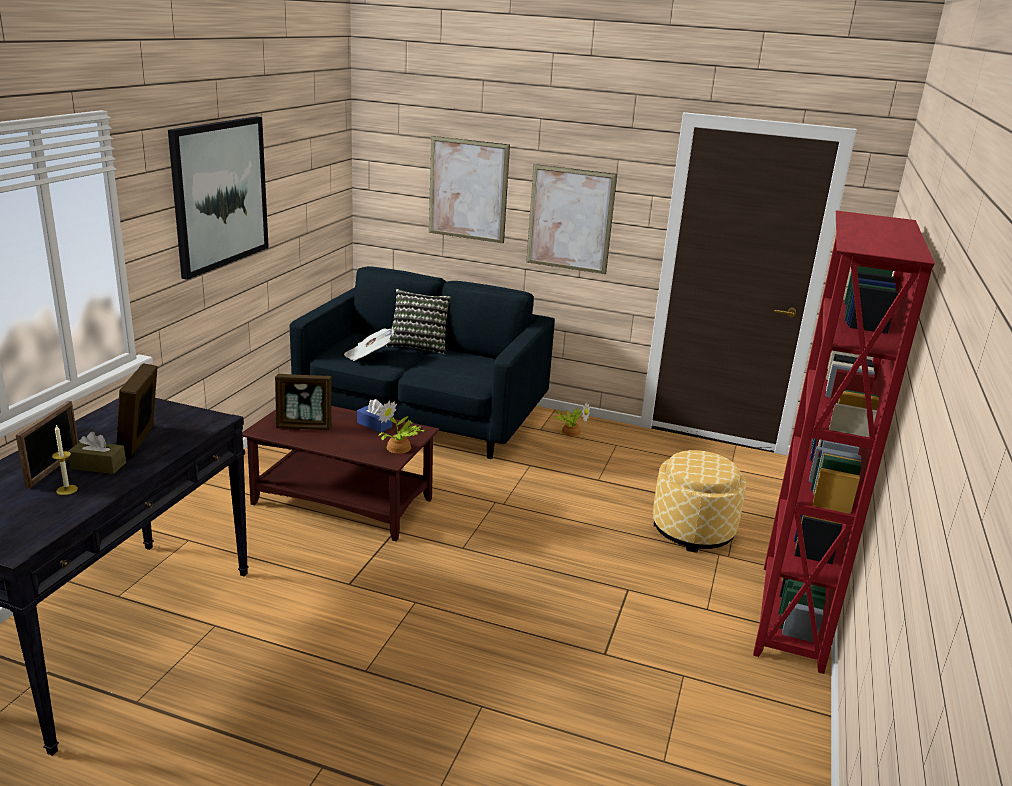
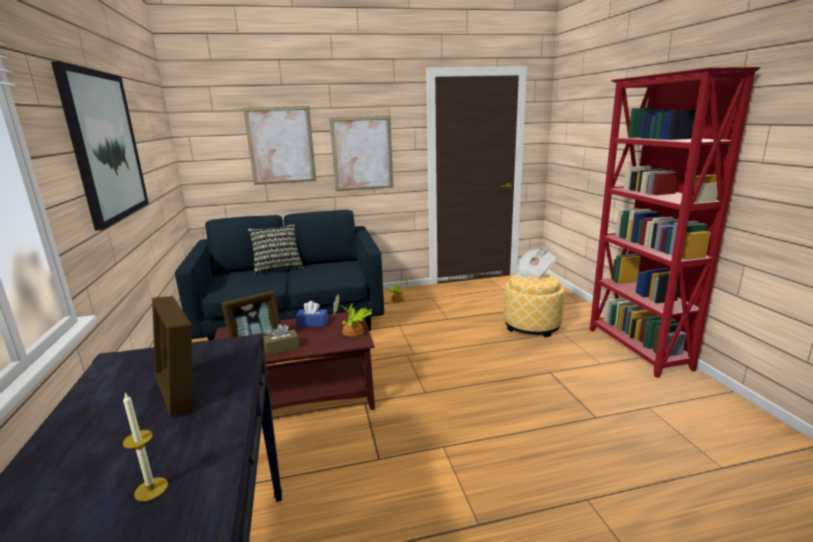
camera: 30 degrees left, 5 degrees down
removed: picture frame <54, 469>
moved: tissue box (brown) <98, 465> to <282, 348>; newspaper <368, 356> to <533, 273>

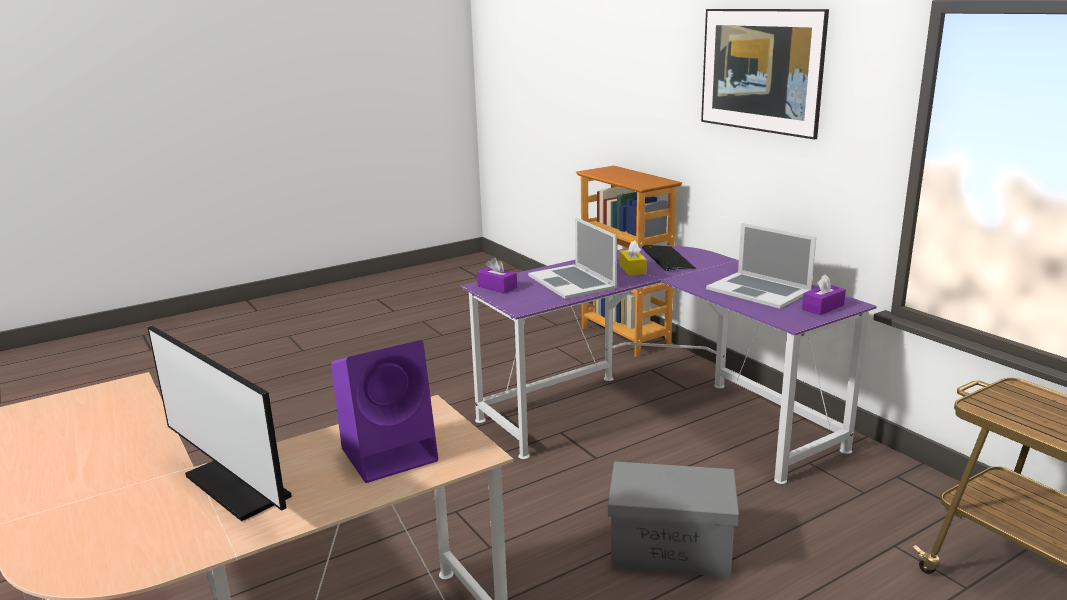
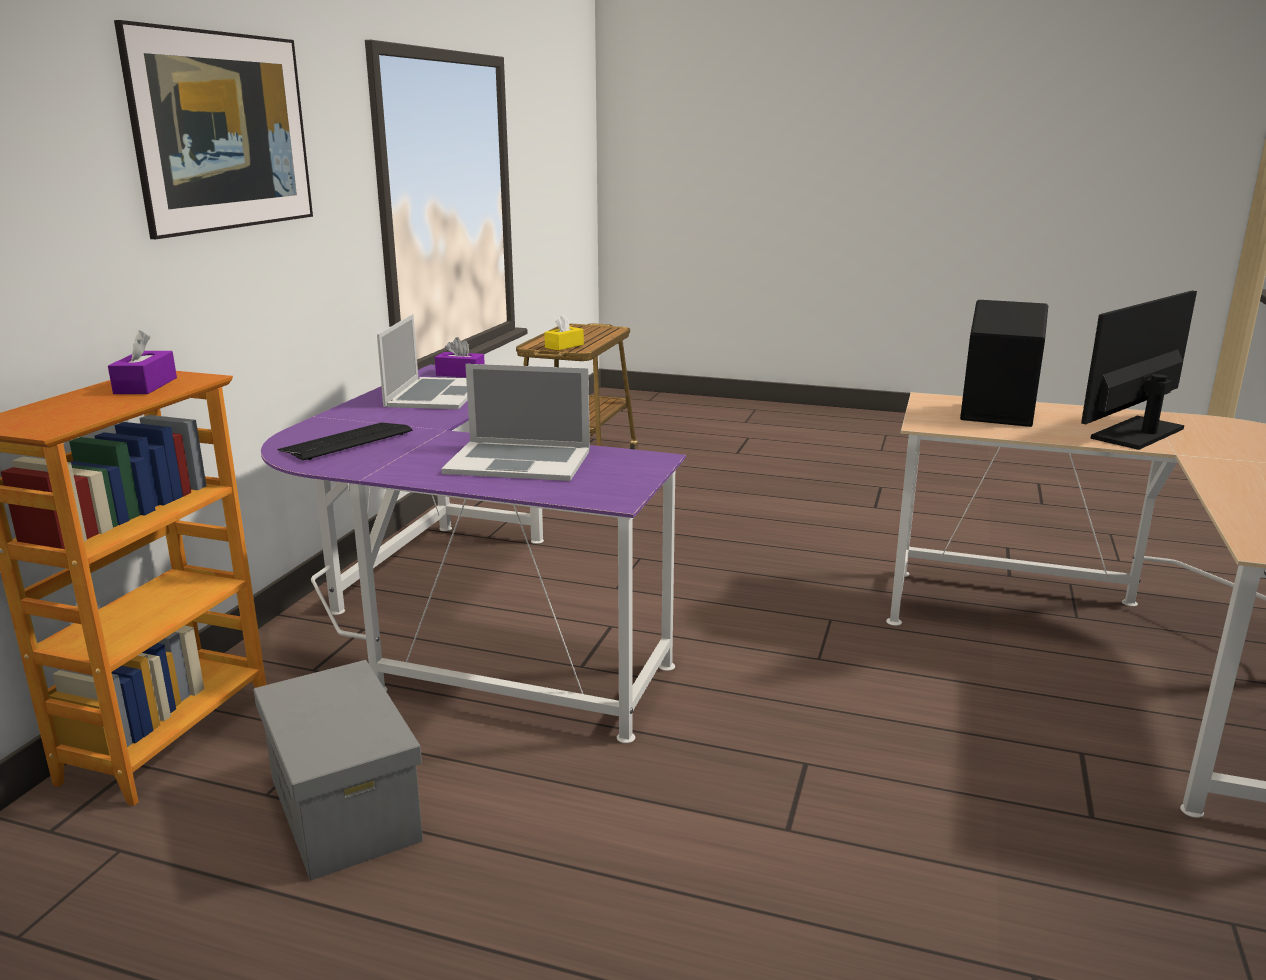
camera: 130 degrees left, 0 degrees up
moved: tissue box (purple) <497, 287> to <145, 386>; storage box (grey) <672, 548> to <342, 808>; tissue box (yellow) <632, 269> to <564, 346>
recoloured: speaker (purple) <391, 454> to speaker (black) <994, 414>
turned: laptop <572, 282> = <518, 461> 75 degrees clockwise; monitor <237, 486> = <1137, 433> 135 degrees counterclockwise

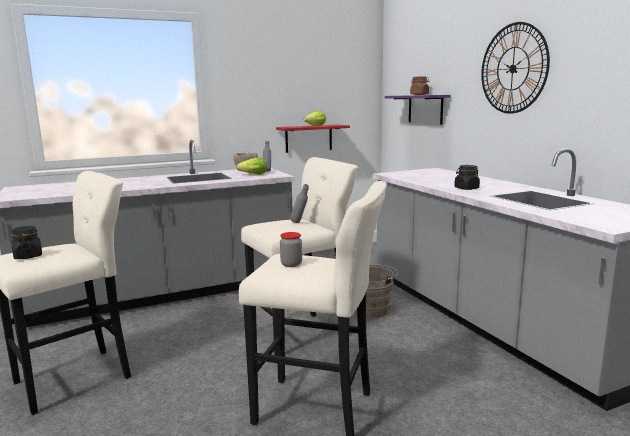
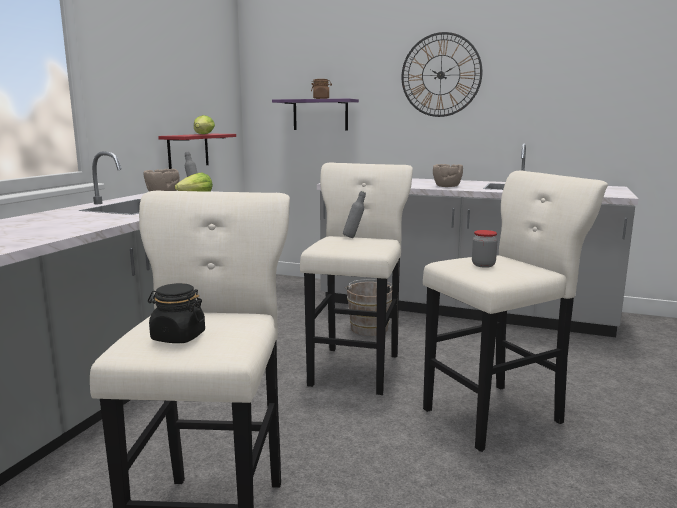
camera: 45 degrees left, 0 degrees up
replaced: jar (black) <466, 188> to bowl (brown) <446, 186>

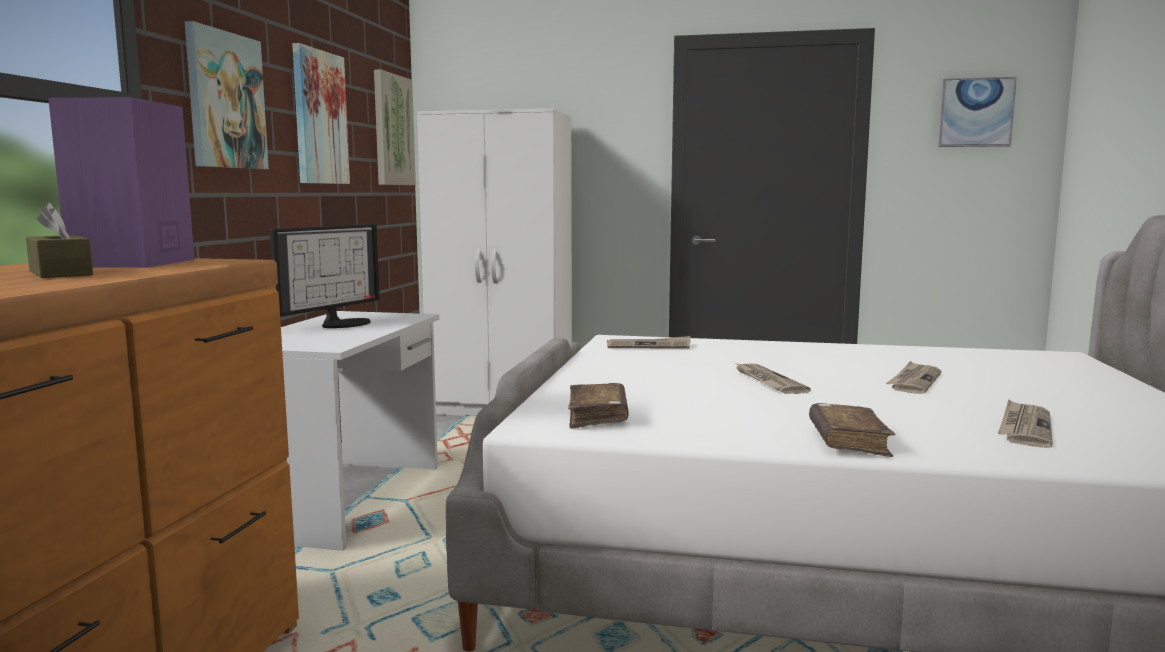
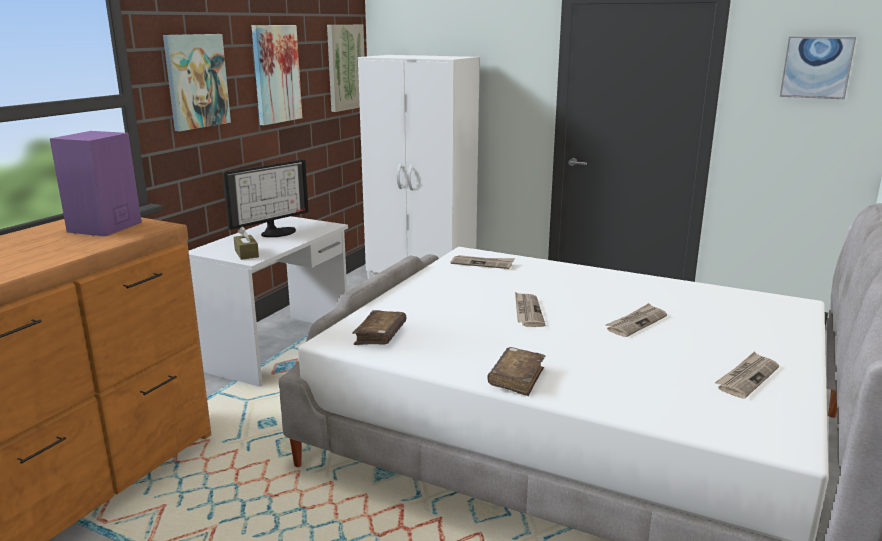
camera: 15 degrees right, 10 degrees up
moved: tissue box (brown) <60, 273> to <246, 253>; newspaper <1024, 427> to <747, 377>

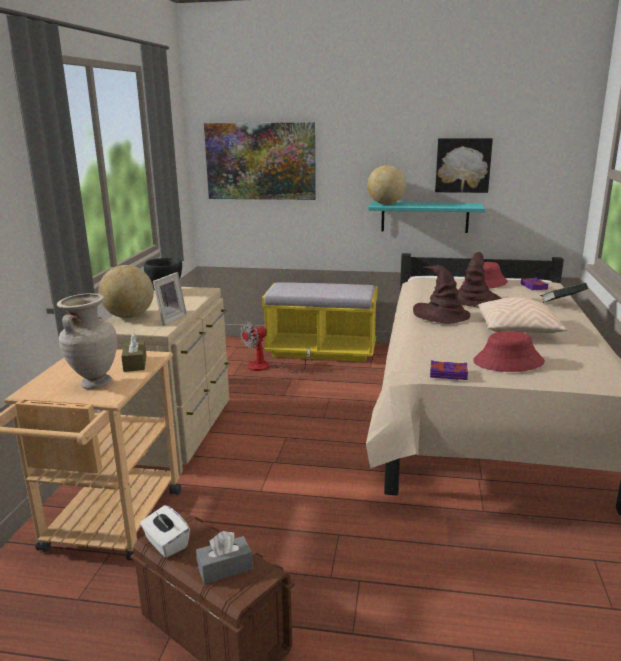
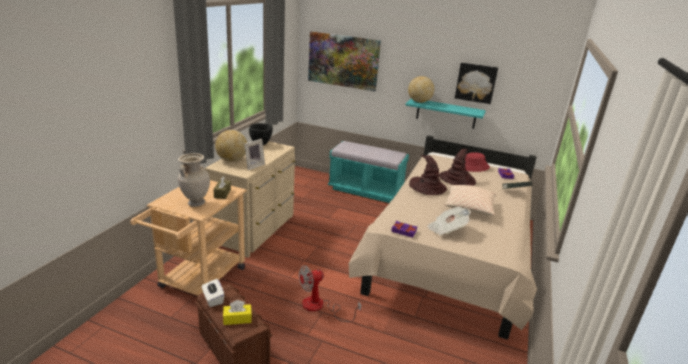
camera: 10 degrees right, 5 degrees up
moved: fan <266, 367> to <320, 307>
replaced: hat (red) <508, 362> to newspaper <446, 229>
recoloured: tissue box (grey) <225, 568> to tissue box (yellow) <237, 319>; bench (yellow) <321, 351> to bench (turquoise) <365, 190>

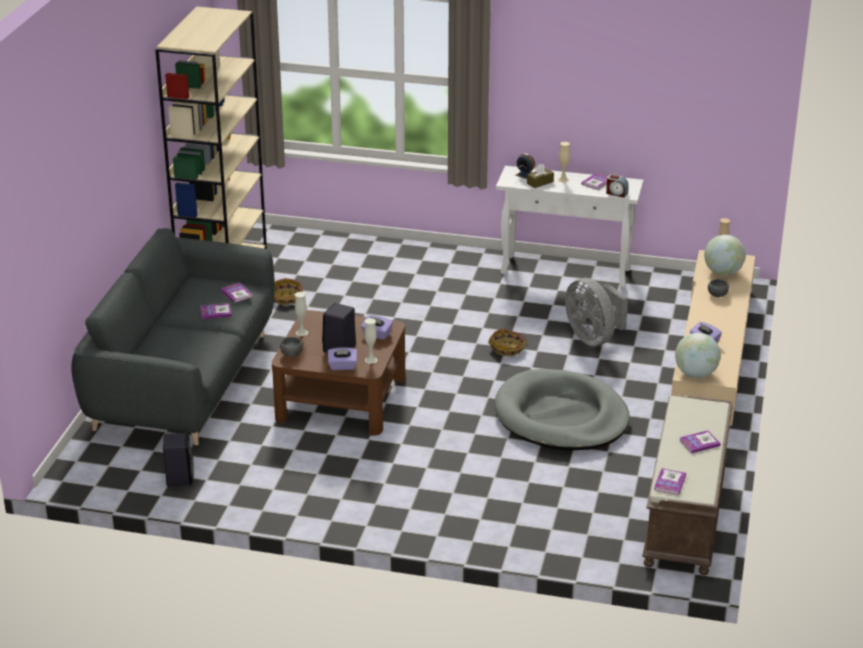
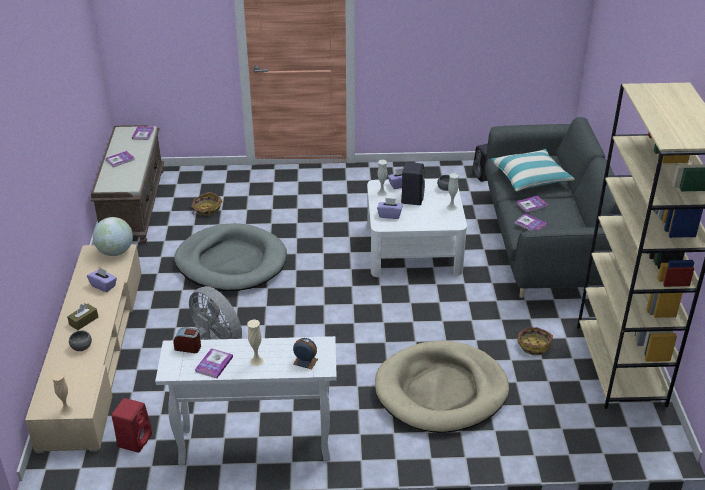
camera: 165 degrees right, 5 degrees up
removed: globe <723, 272>
added: speaker (red) <135, 439>; dog bed (beige) <441, 391>; pillow <530, 178>
moved: tissue box (brown) <540, 182> to <83, 321>; basket <508, 348> to <206, 209>
recoloured: coffee table (brown) <340, 398> to coffee table (white) <414, 249>

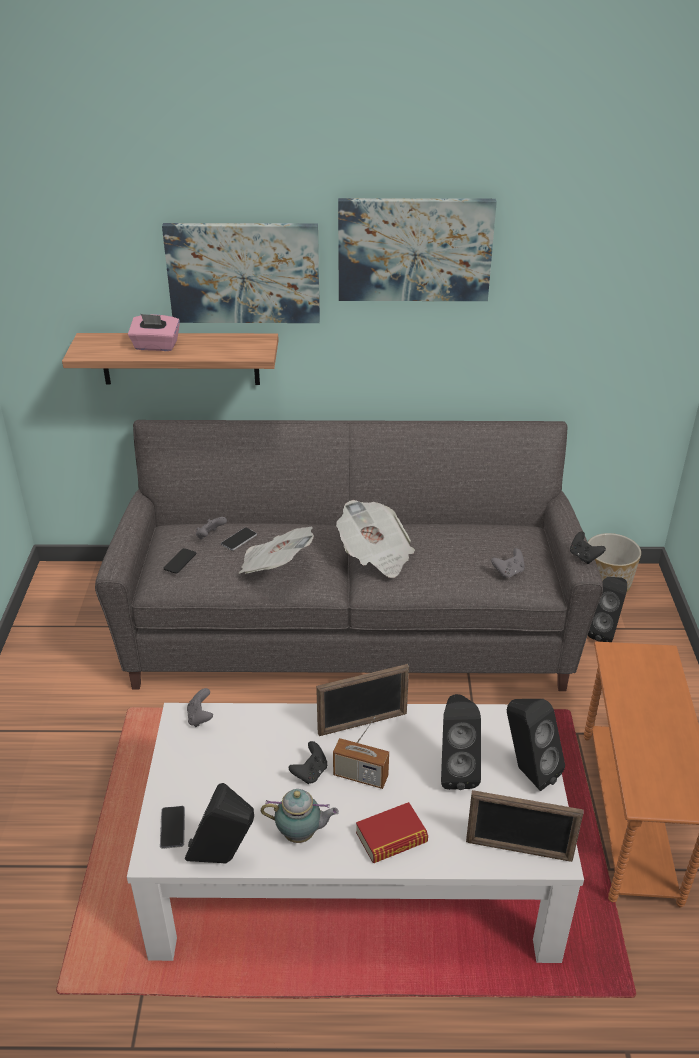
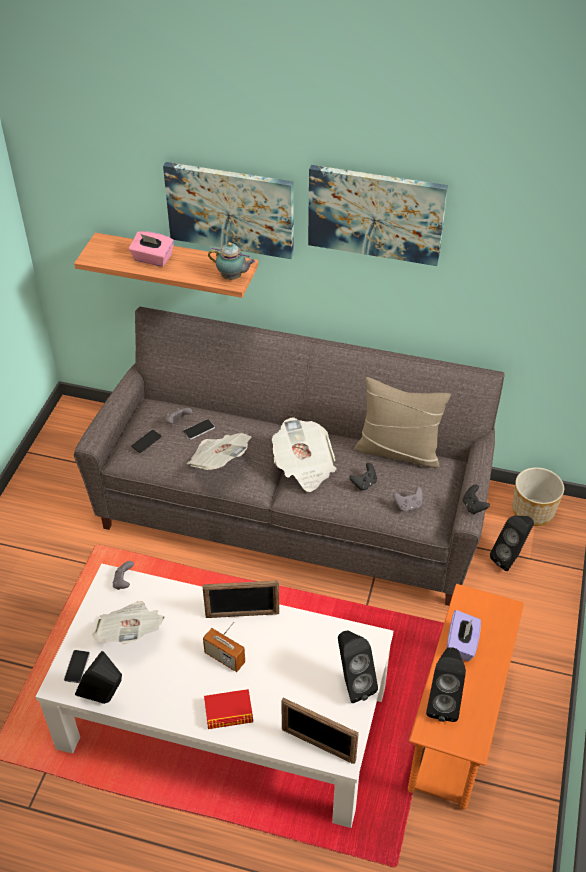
camera: 15 degrees right, 10 degrees up
added: newspaper <131, 633>; pillow (beige) <398, 451>; tissue box (purple) <461, 644>
moved: teapot <301, 834> to <232, 278>; game controller (black) <310, 773> to <364, 483>; speaker (black) <455, 770> to <443, 702>

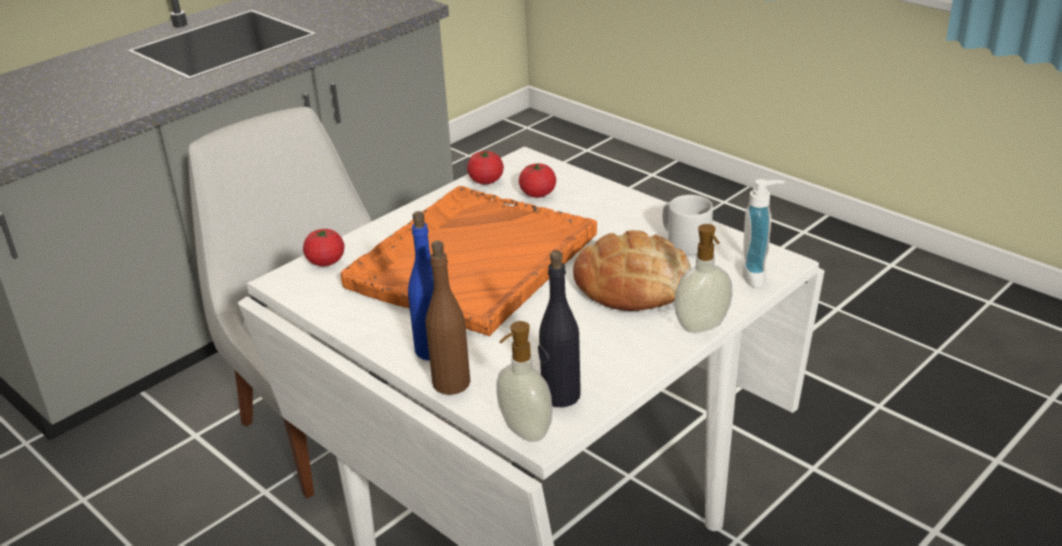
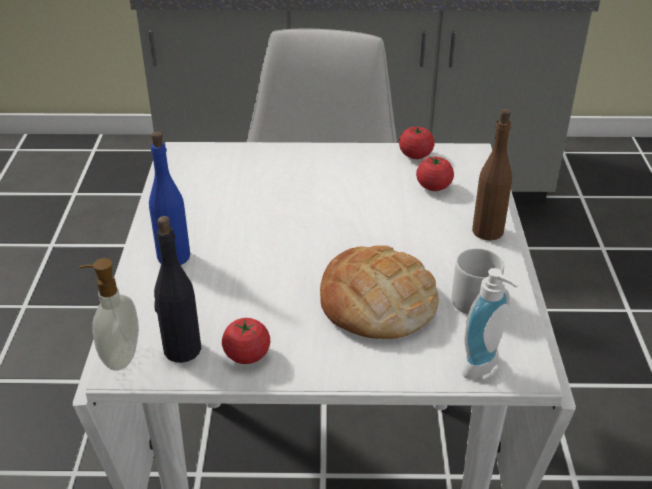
camera: 45 degrees right, 5 degrees up
removed: tray (orange) <471, 261>; soap dispenser <703, 326>
moved: tomato <326, 262> to <247, 355>; bottle (brown) <451, 383> to <487, 231>

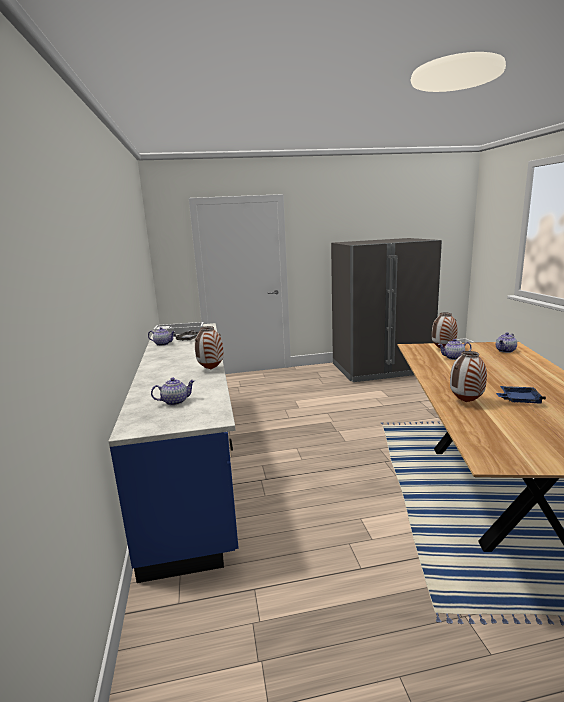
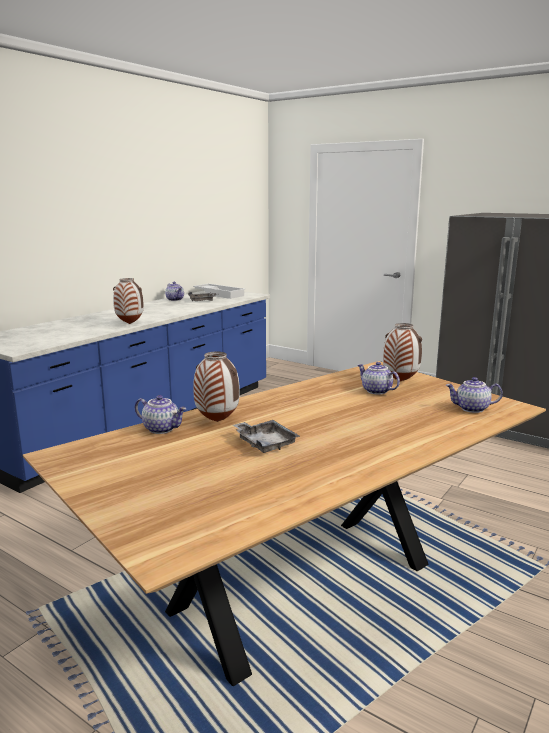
camera: 45 degrees right, 0 degrees up
moved: teapot <175, 401> to <162, 429>
recoloured: tray (blue) <518, 400> to tray (grey) <265, 443>

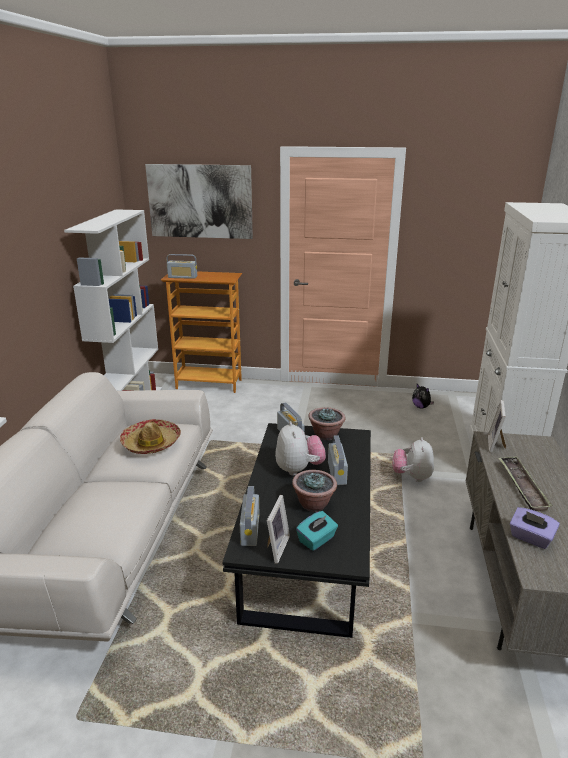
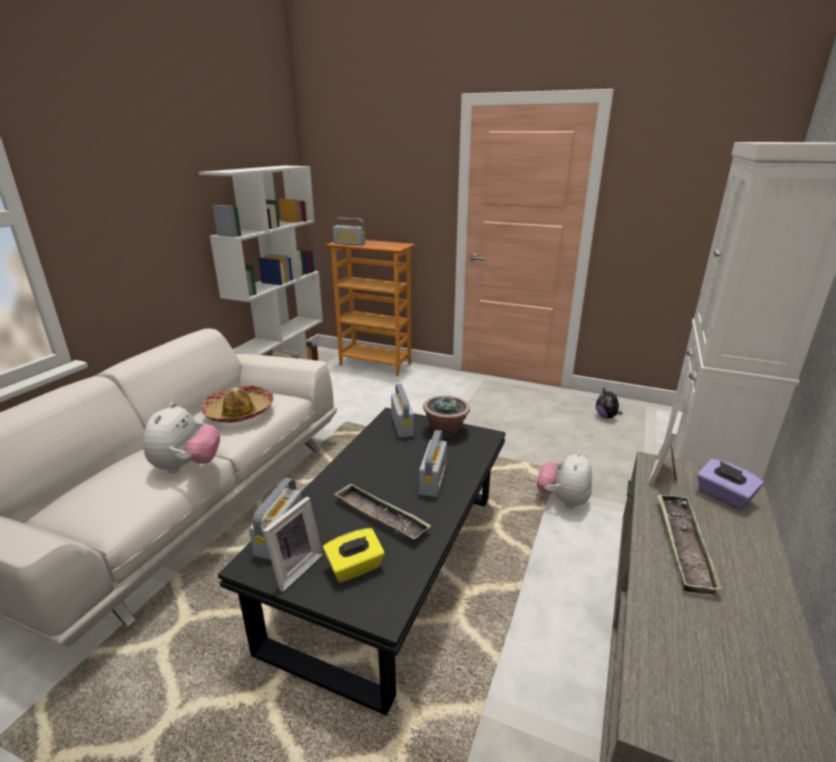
camera: 15 degrees right, 0 degrees up
removed: picture <200, 201>
moved: plush toy <299, 469> to <187, 466>; tissue box (purple) <530, 538> to <723, 496>
replaced: potted plant <314, 504> to tray <380, 516>
recoloured: tissue box (turquoise) <317, 540> to tissue box (yellow) <355, 568>

